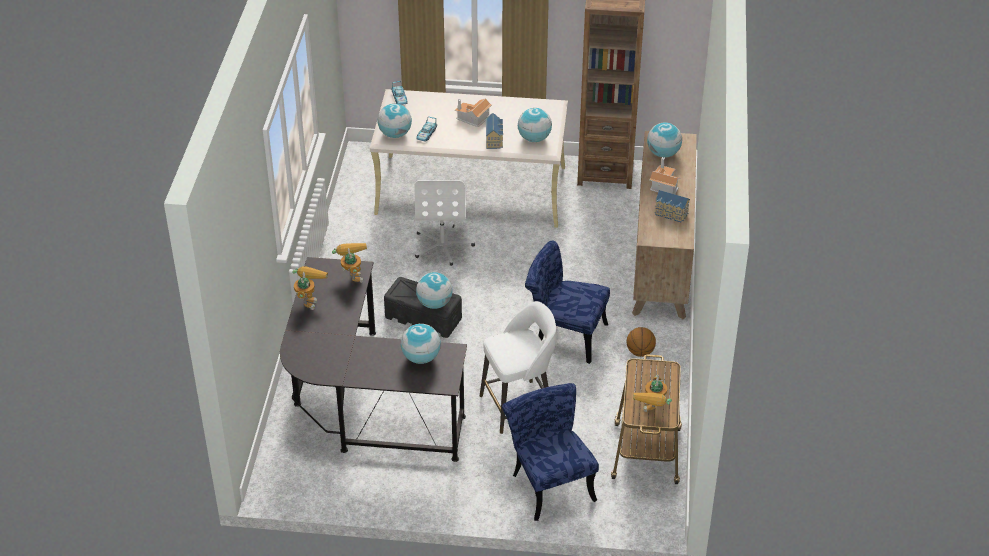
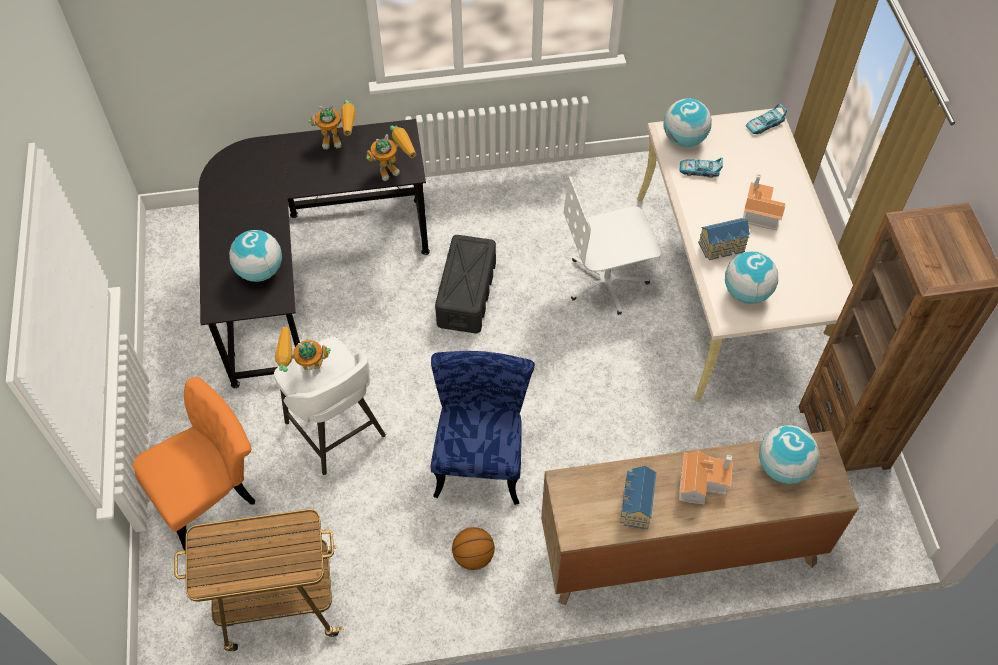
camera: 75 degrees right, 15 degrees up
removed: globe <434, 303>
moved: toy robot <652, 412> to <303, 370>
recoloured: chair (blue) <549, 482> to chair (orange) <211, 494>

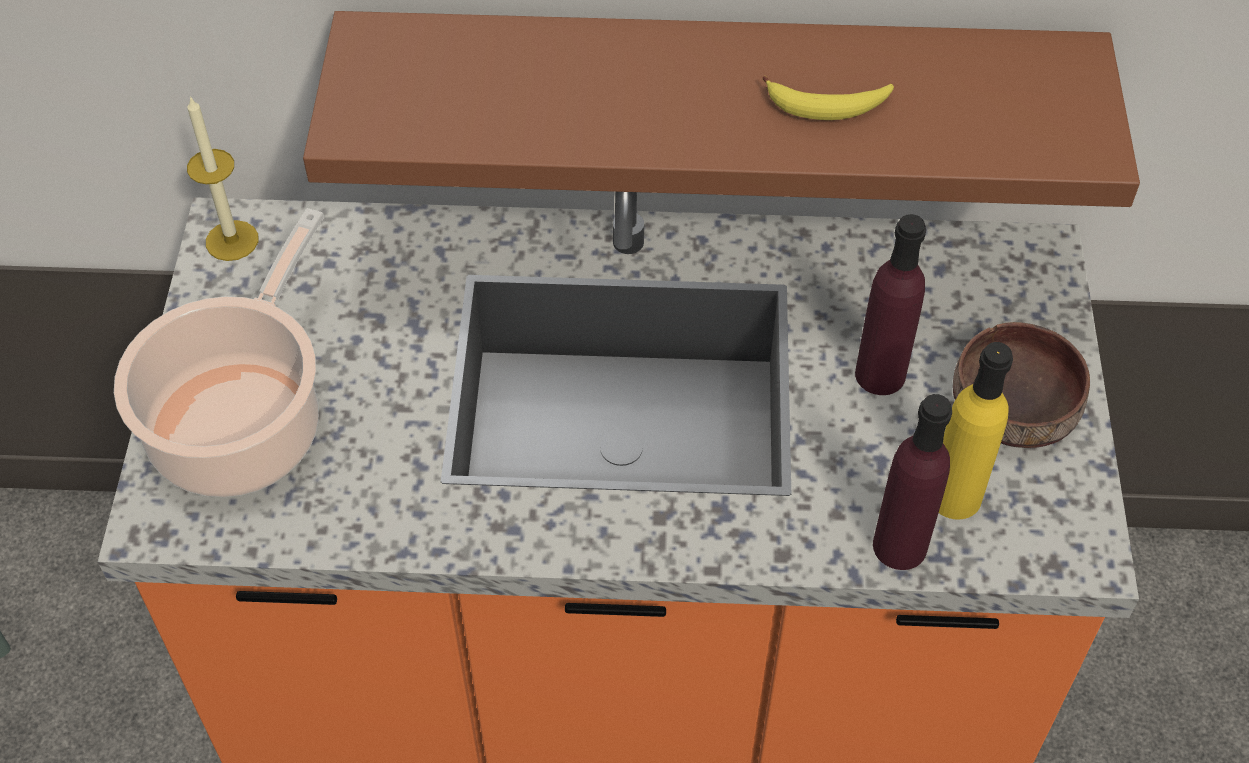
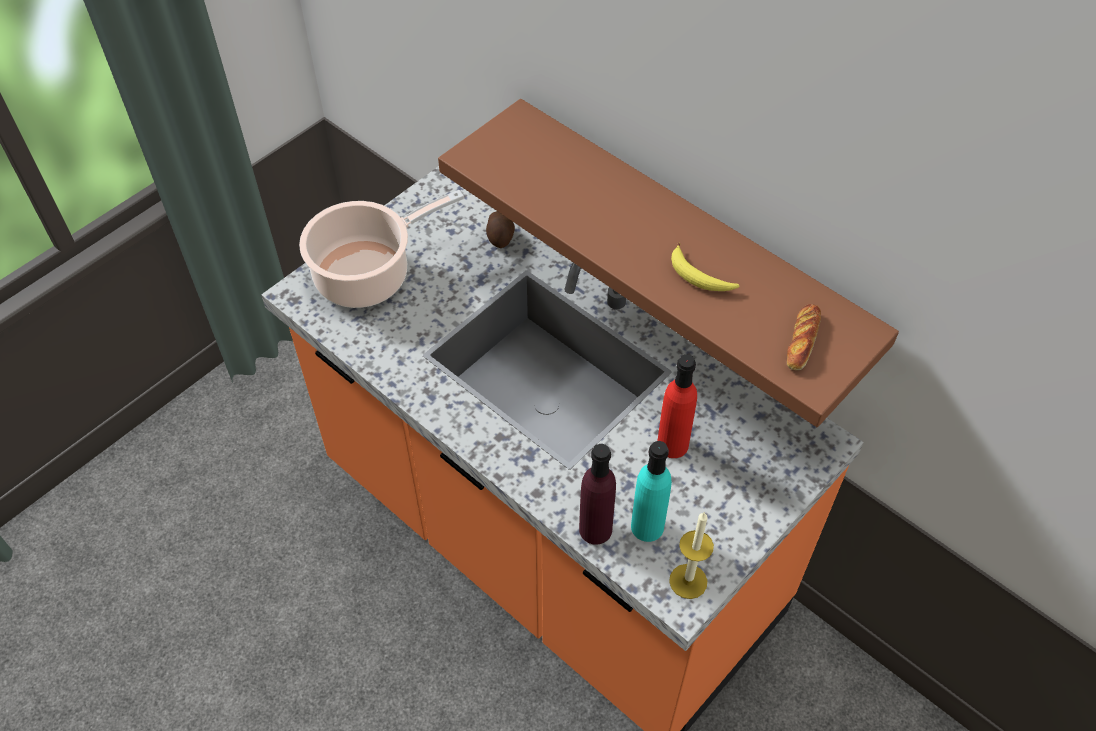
camera: 40 degrees right, 0 degrees up
removed: bowl (brown) <1013, 411>
added: potato <500, 236>; bread <802, 340>
moved: candle <232, 240> to <688, 581>
recoloured: bottle (yellow) <954, 496> to bottle (turquoise) <647, 526>; bottle (purple) <880, 375> to bottle (red) <672, 444>

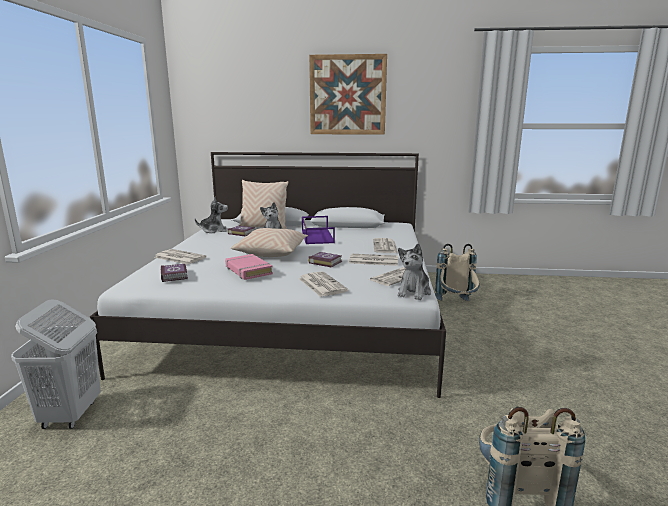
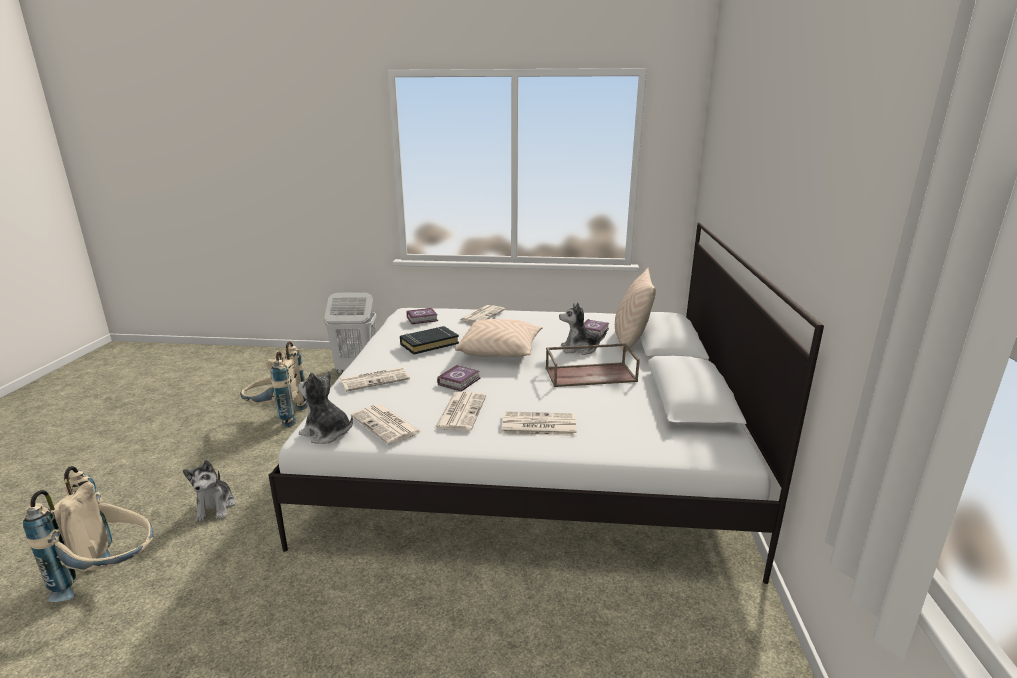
camera: 90 degrees right, 5 degrees up
removed: picture <347, 95>
moved: plush toy <214, 230> to <215, 507>; backpack (beige) <456, 305> to <277, 417>
recoloured: book (pink) <248, 270> to book (black) <429, 344>; tray (purple) <316, 236> to tray (brown) <591, 374>

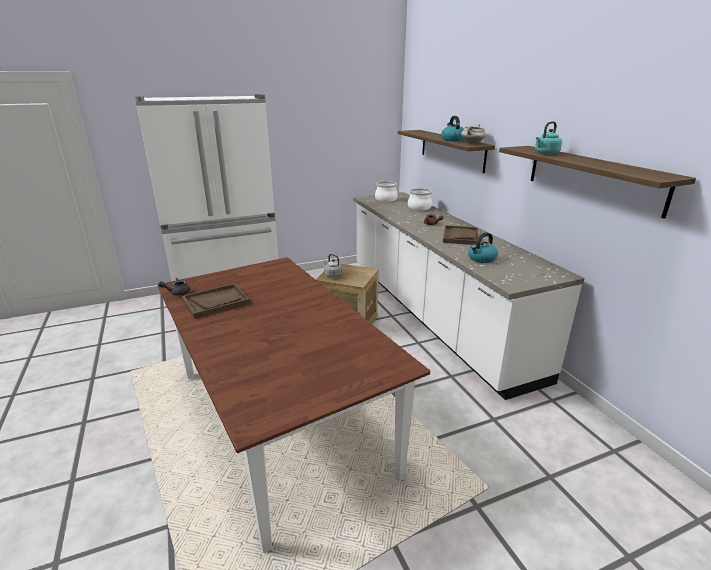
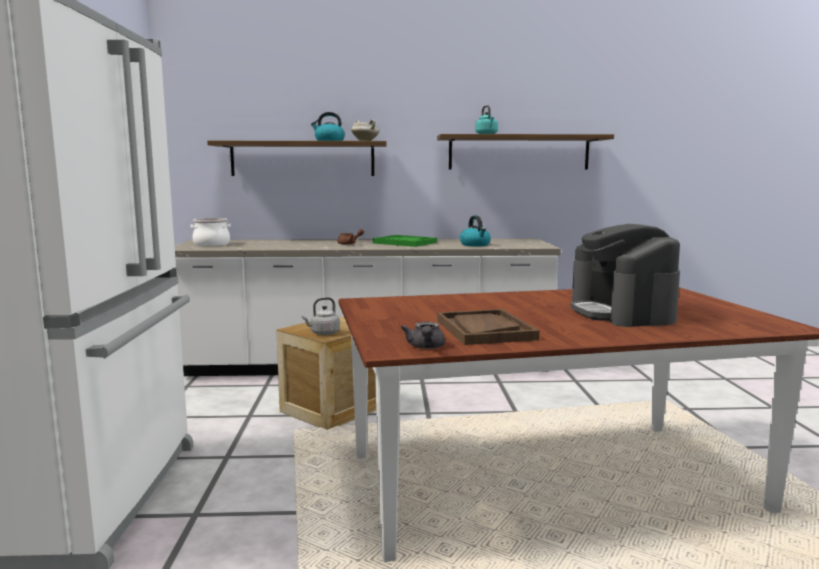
camera: 70 degrees left, 15 degrees down
removed: cooking pot <419, 208>
added: coffee machine <621, 313>
recoloured: tray (brown) <460, 236> to tray (green) <404, 243>

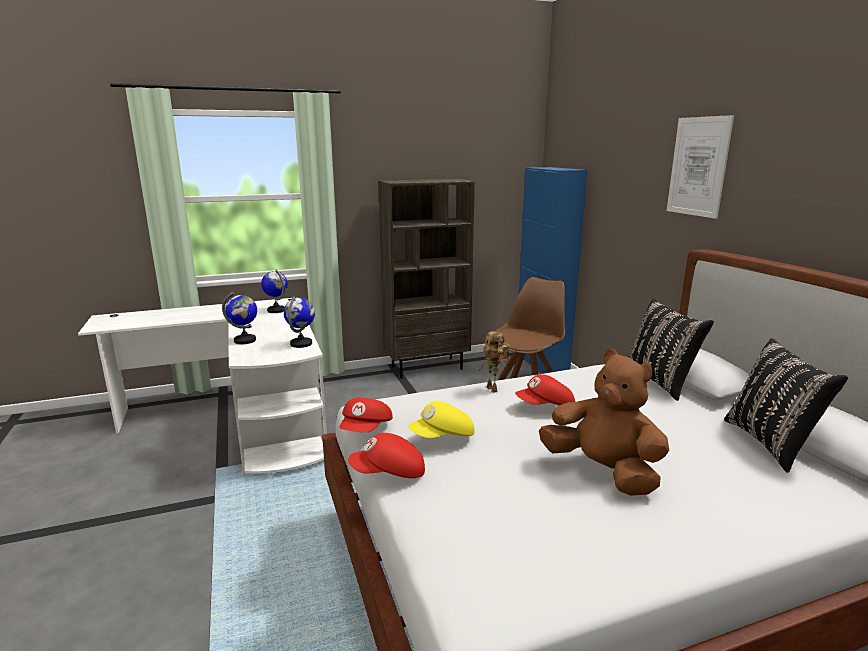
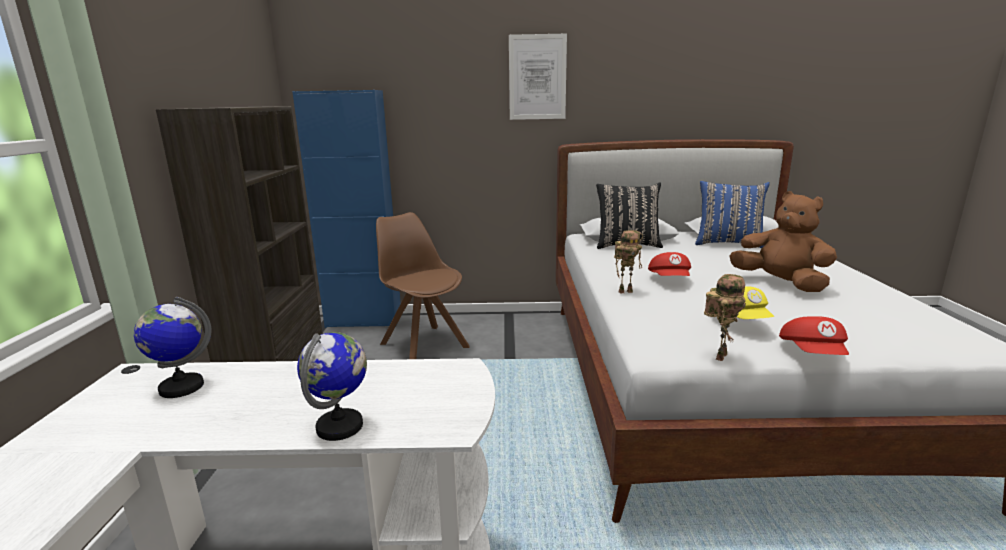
camera: 70 degrees left, 0 degrees up
removed: globe <301, 344>
replaced: cap (red) <366, 429> to toy robot <719, 355>
recoloured: pillow (black) <771, 443> to pillow (blue) <728, 243>
turned: plush toy (brown) <602, 471> = <780, 283> 75 degrees clockwise

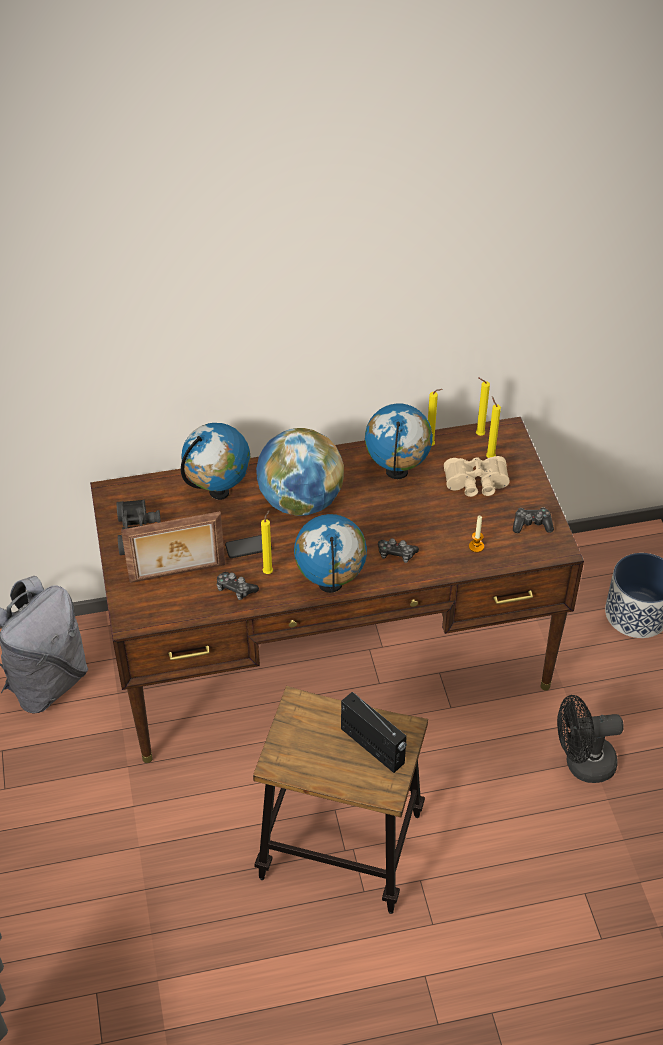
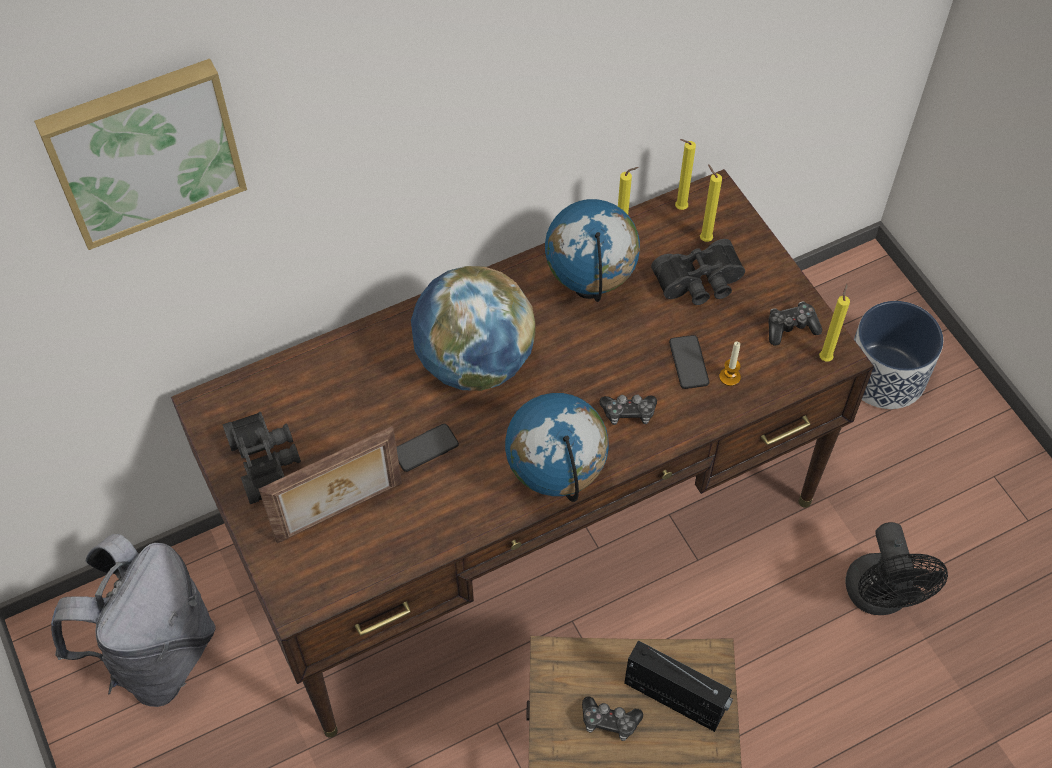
camera: 15 degrees left, 10 degrees up
removed: globe <219, 492>
added: picture <143, 150>; phone <688, 363>
moved: game controller <235, 589> to <609, 722>; candle (yellow) <269, 571> to <825, 357>
recoloured: binoculars (beige) <476, 484> to binoculars (black) <700, 283>
turned: fan (black) <582, 763> = <880, 597> 75 degrees counterclockwise

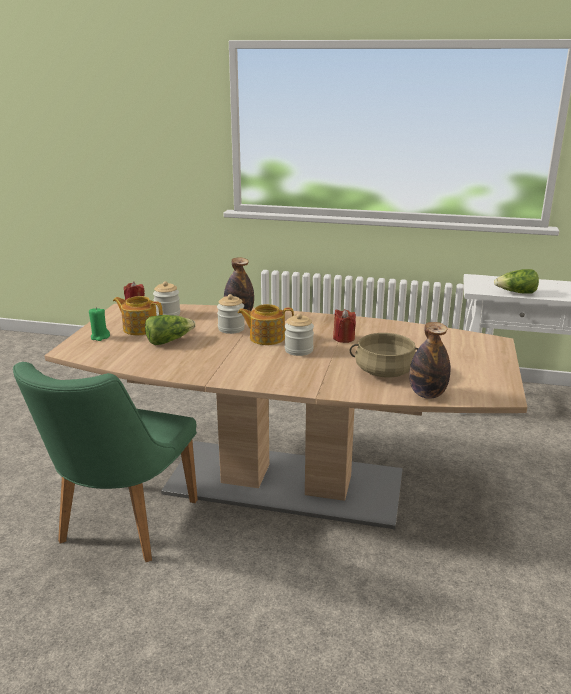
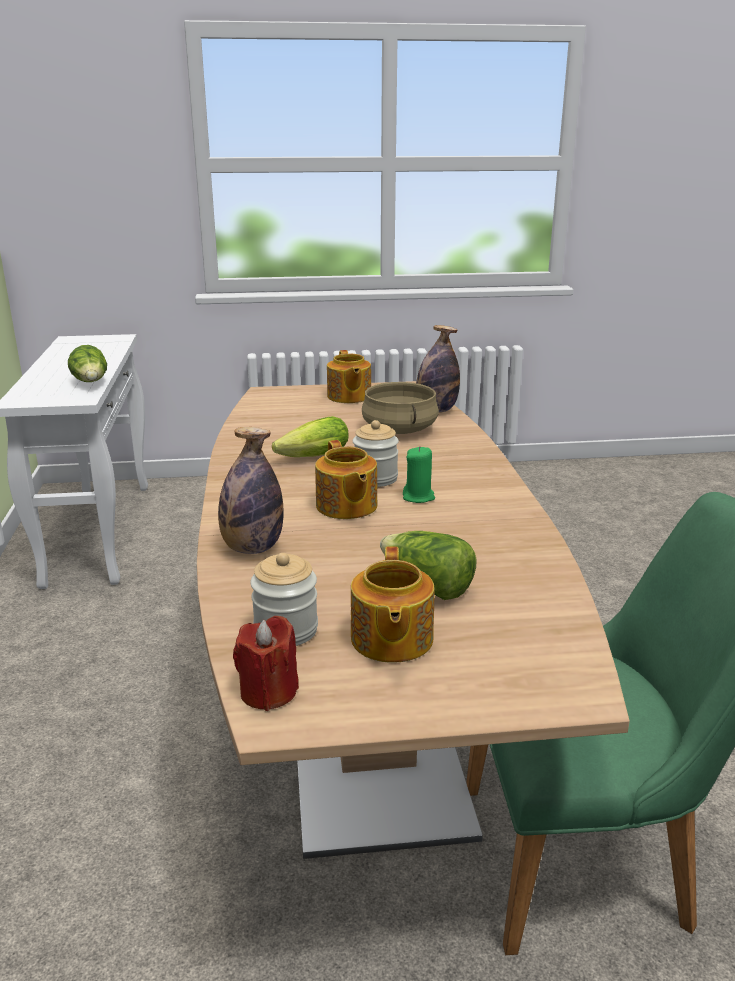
camera: 110 degrees left, 0 degrees up
removed: jar <231, 329>
added: teapot <348, 397>
moved: candle (green) <100, 337> to <418, 497>
replaced: candle (red) <343, 338> to lettuce <310, 458>

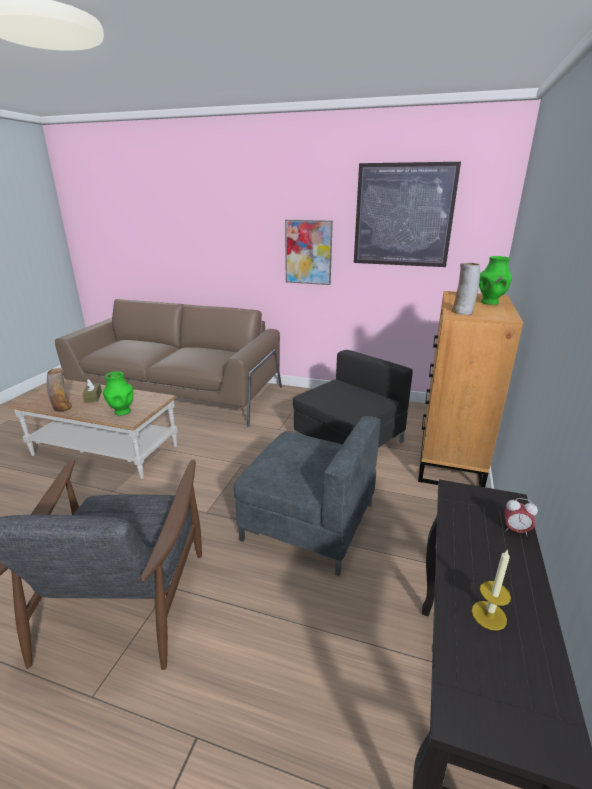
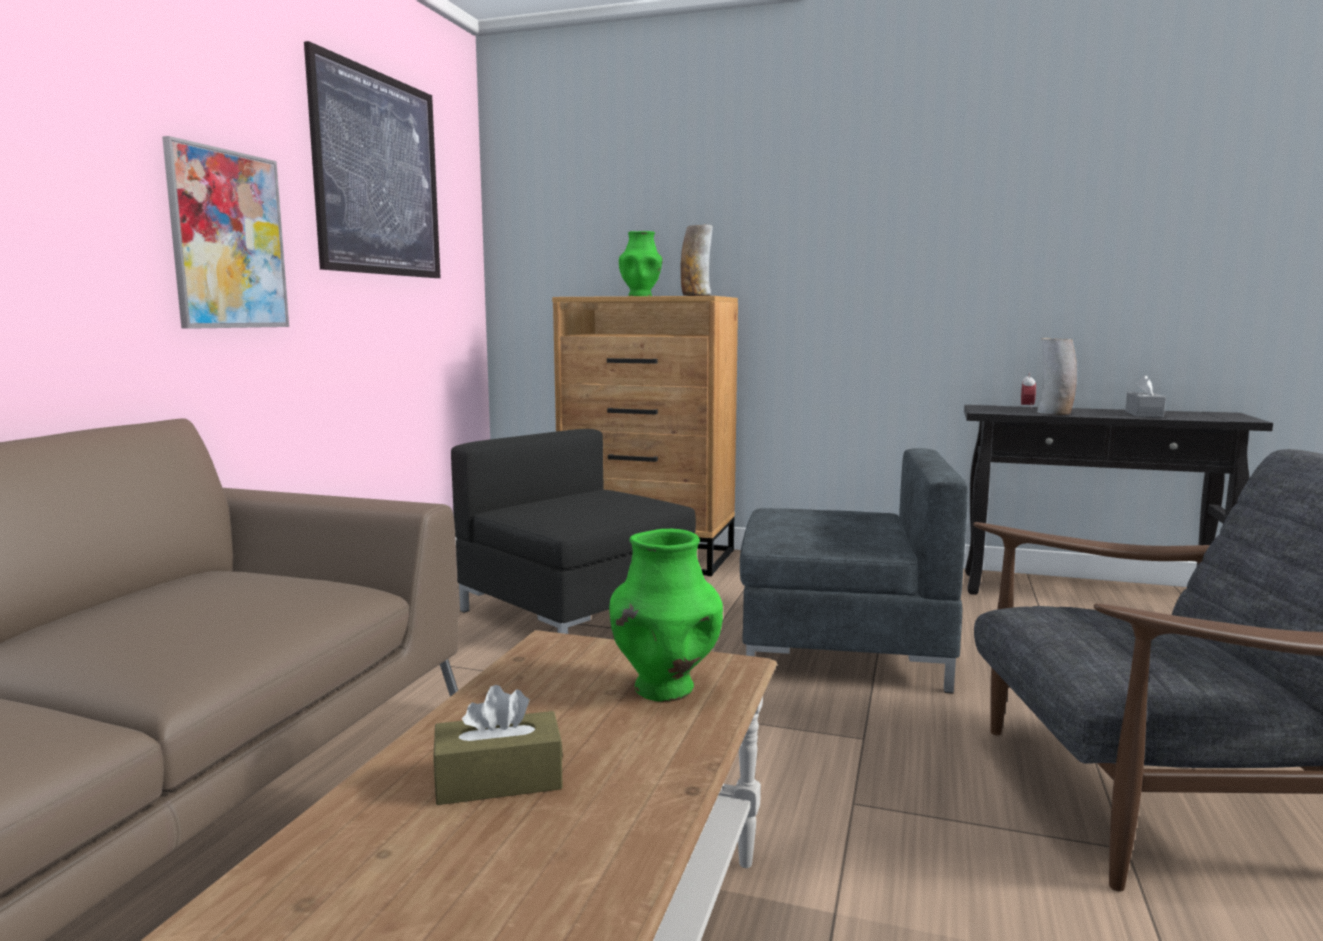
camera: 90 degrees left, 15 degrees down
moved: vase <62, 408> to <1054, 413>
replaced: candle <489, 615> to tissue box (grey) <1144, 414>
turned: armchair (grey) <308, 520> = <840, 645> 75 degrees clockwise

